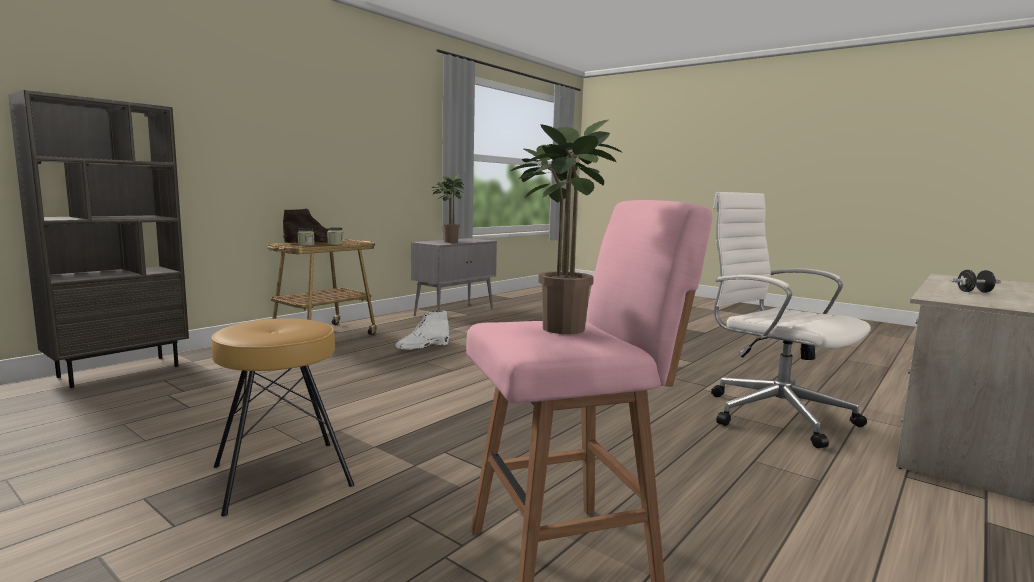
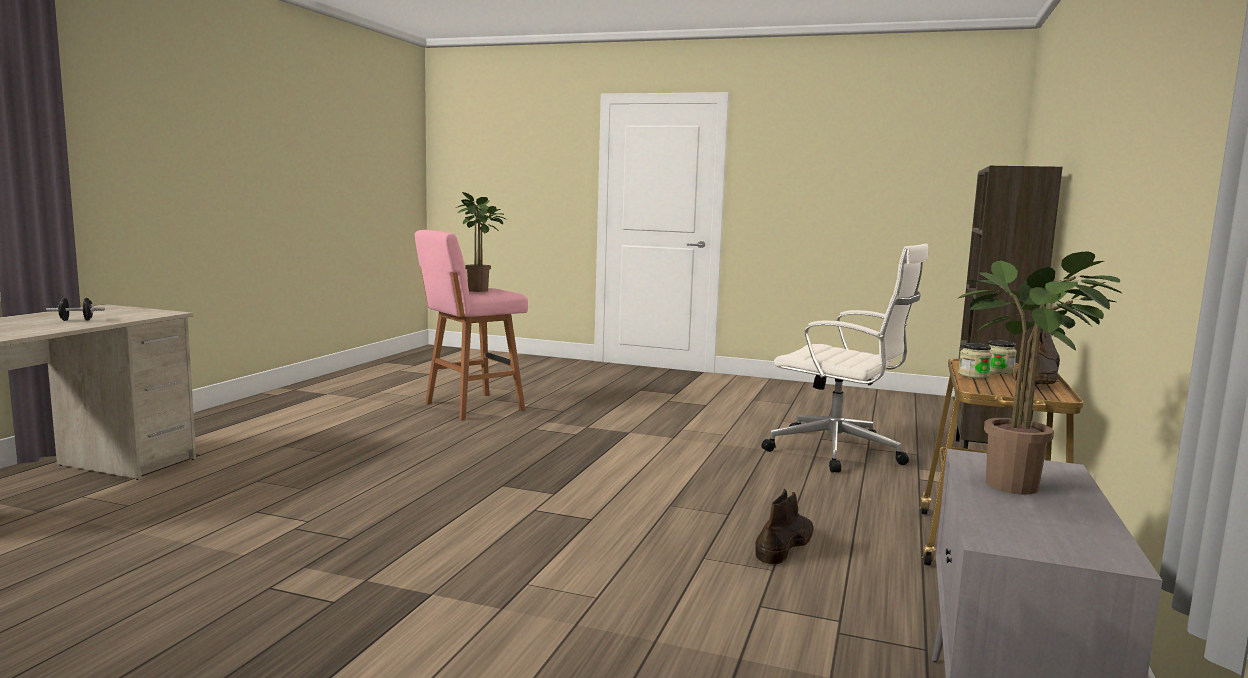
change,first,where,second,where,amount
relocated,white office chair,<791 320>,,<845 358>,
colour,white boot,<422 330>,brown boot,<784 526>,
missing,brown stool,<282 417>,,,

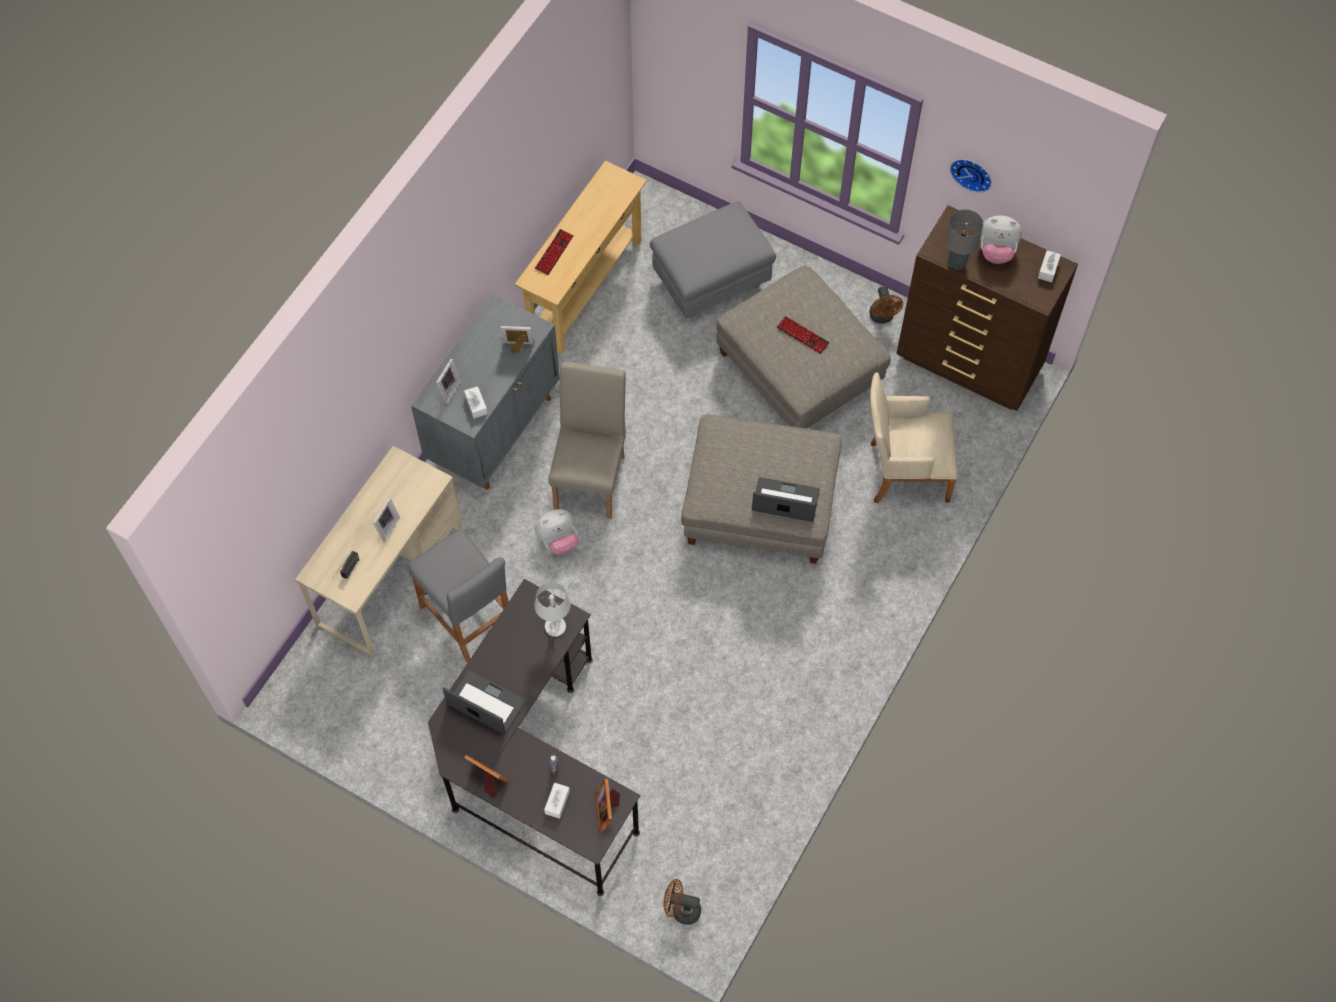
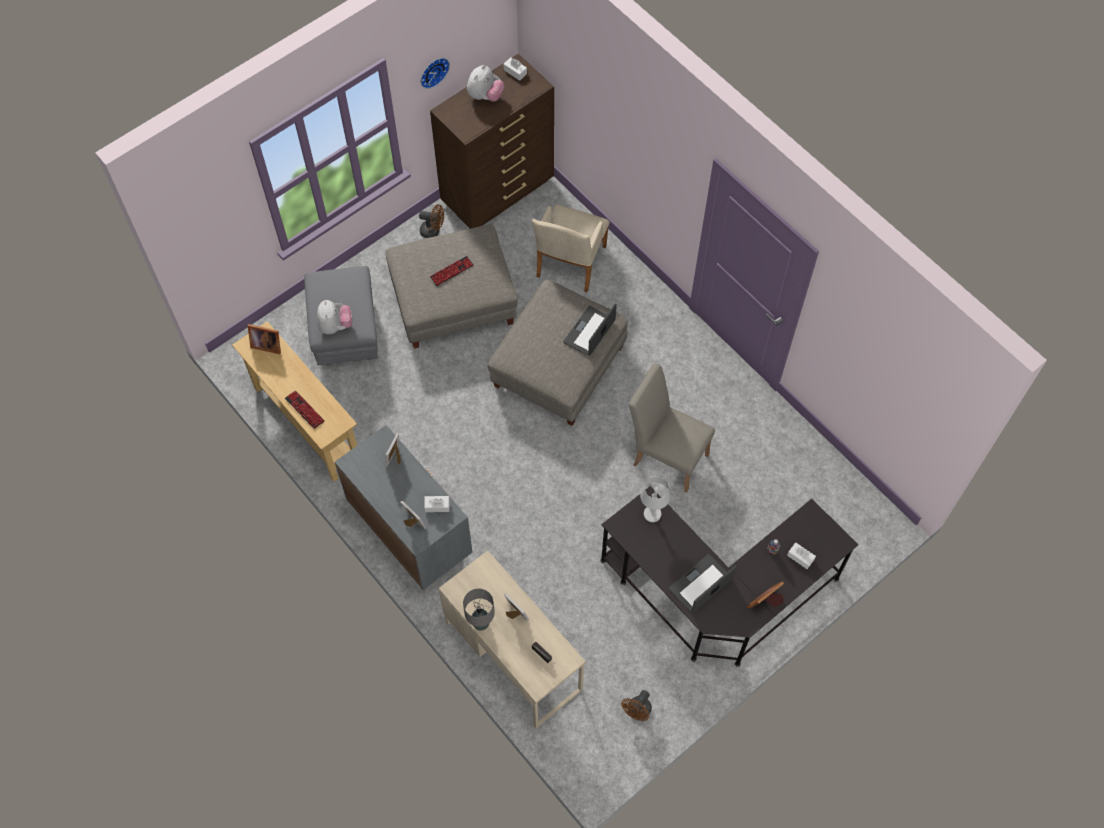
change,first,where,second,where,amount
relocated,grey table lamp,<964 239>,,<479 610>,
relocated,beige chair,<587 440>,,<672 428>,
relocated,plush toy,<556 532>,,<334 317>,
missing,grey stool,<458 596>,,,
relocated,picture frame,<607 806>,,<264 339>,
relocated,brown fan,<682 902>,,<636 705>,

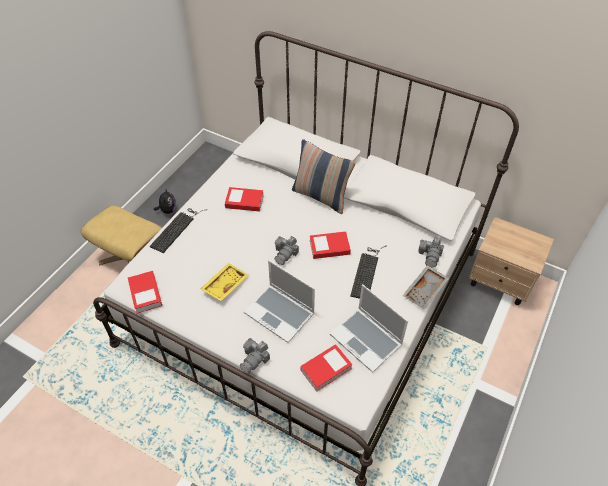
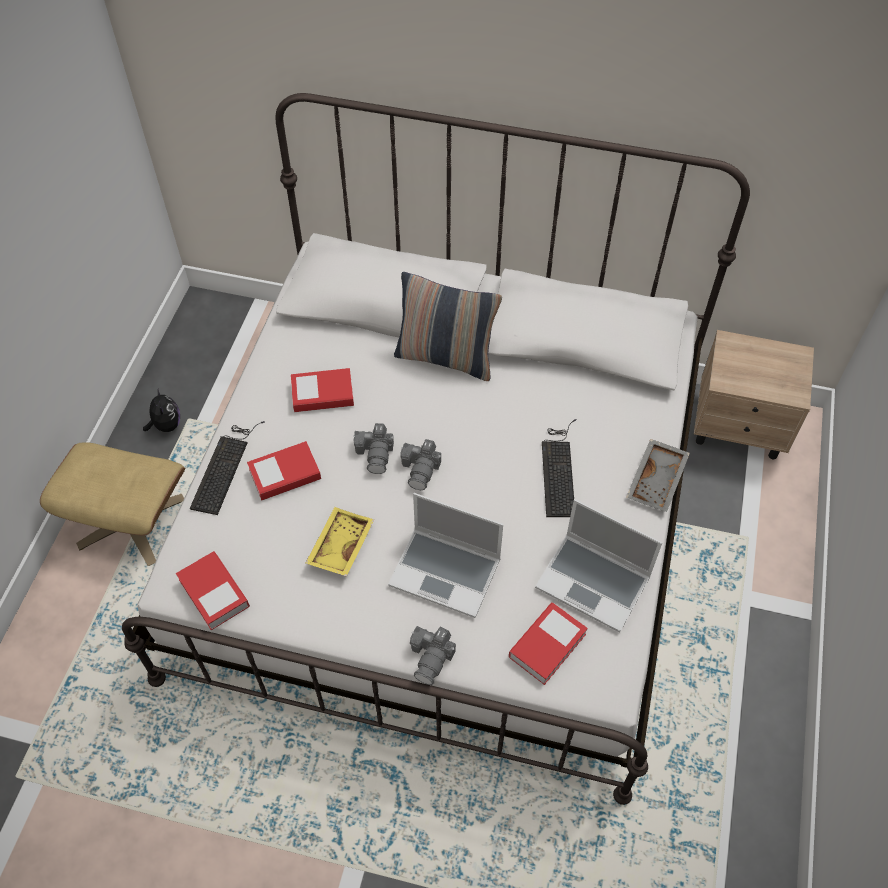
change,first,where,second,where,amount
relocated,book,<330 245>,,<284 471>,
relocated,photo camera,<431 252>,,<373 448>,

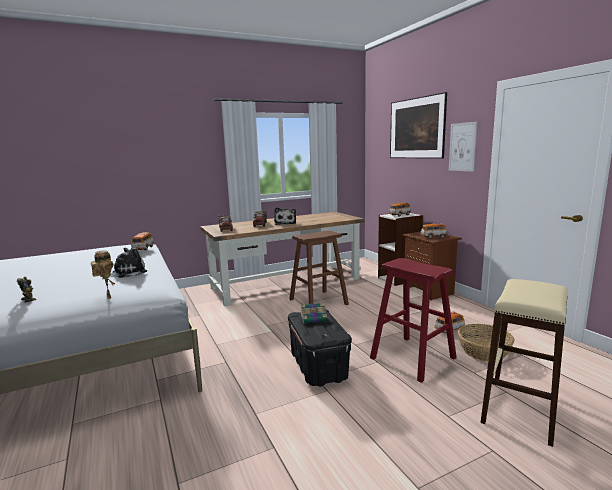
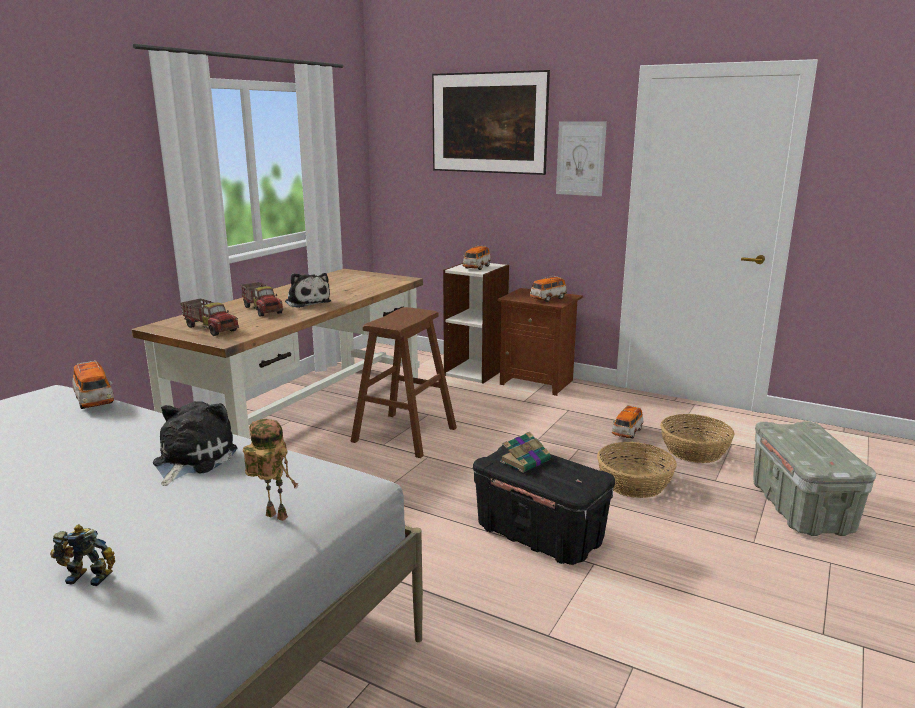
change,first,where,second,where,amount
exchanged,red stool,<413 320>,basket,<637 470>,
exchanged,beige stool,<524 363>,grey storage box,<814 478>,

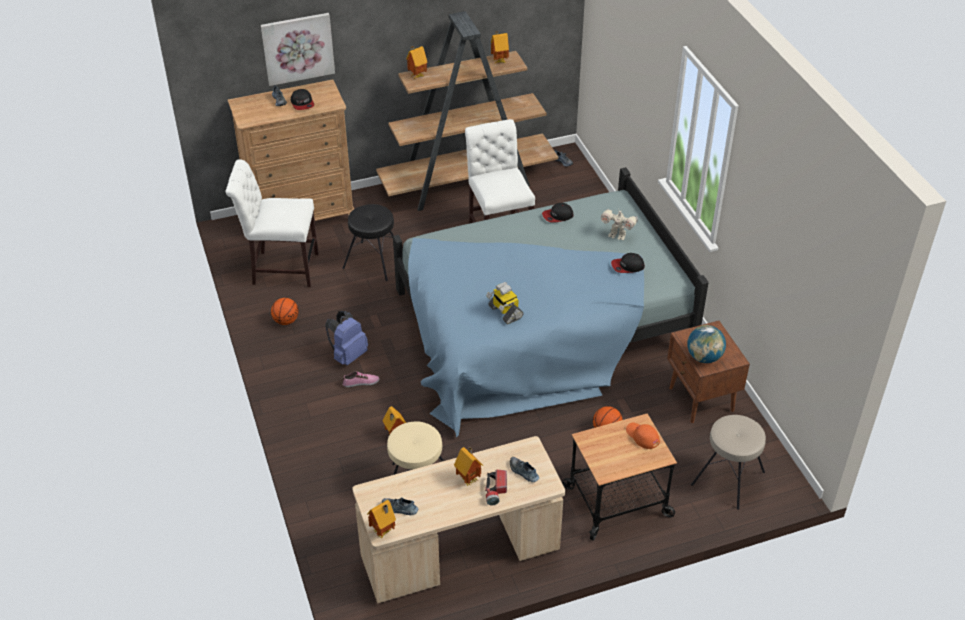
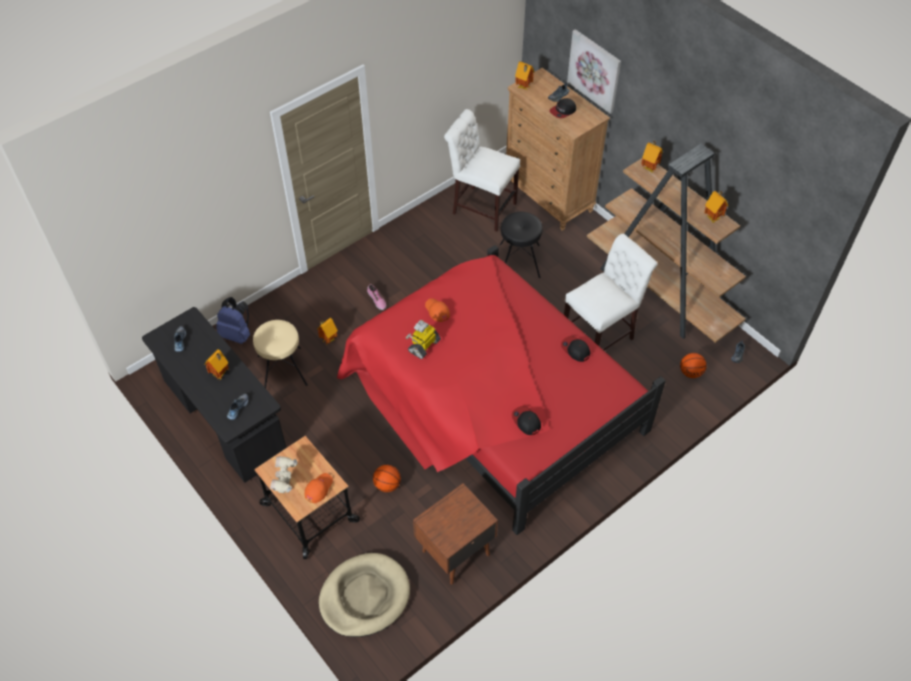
change,first,where,second,where,amount
spun,white chair,<272 223>,,<482 170>,45 degrees counterclockwise
colour,blue bed,<551 302>,red bed,<501 390>,
relocated,toy robot,<619 224>,,<283 474>,
relocated,basketball,<285 311>,,<693 365>,
relocated,blue backpack,<346 338>,,<233 320>,
missing,globe,<706 344>,,,
exchanged,beige stool,<728 462>,beige dog bed,<364 595>,
colour,beige desk,<458 520>,black desk,<214 395>,
missing,flashlight,<496 487>,,,
relocated,toy house,<381 519>,,<524 76>,
appeared,,,orange cap,<437 310>,

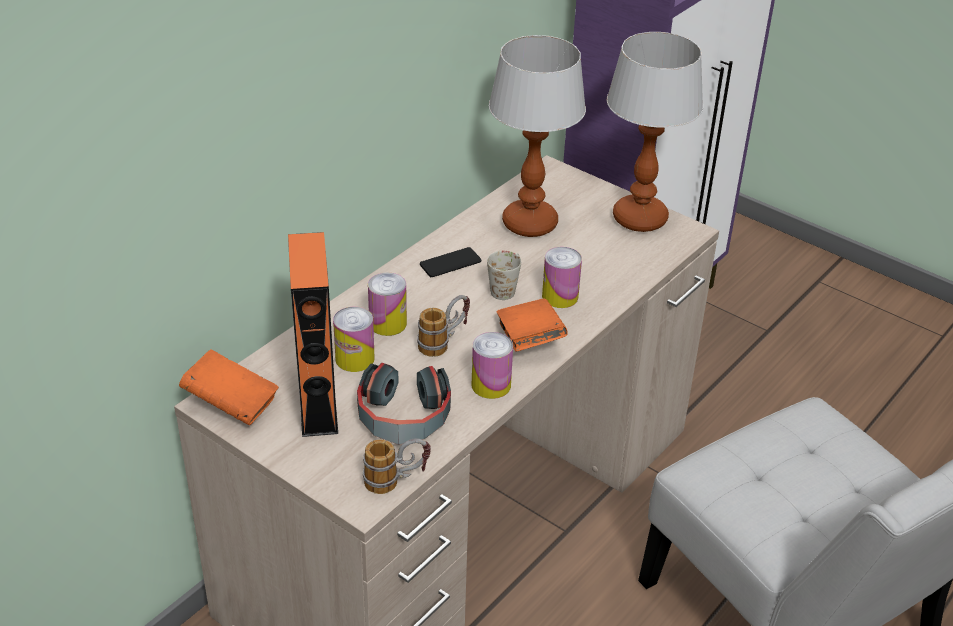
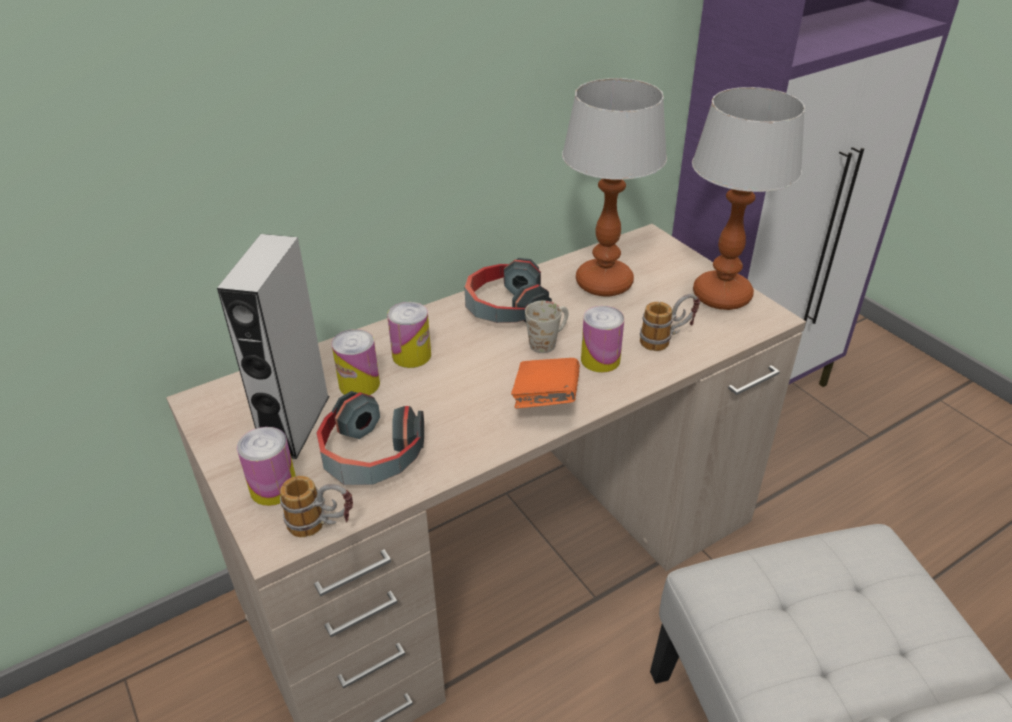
change,first,where,second,where,amount
colour,orange speaker,<313 334>,grey speaker,<273 346>,
exchanged,phone,<450 262>,headphones,<508 290>,
relocated,mug,<443 326>,,<670 322>,
relocated,can,<492 365>,,<266 466>,
missing,orange book,<229 387>,,,

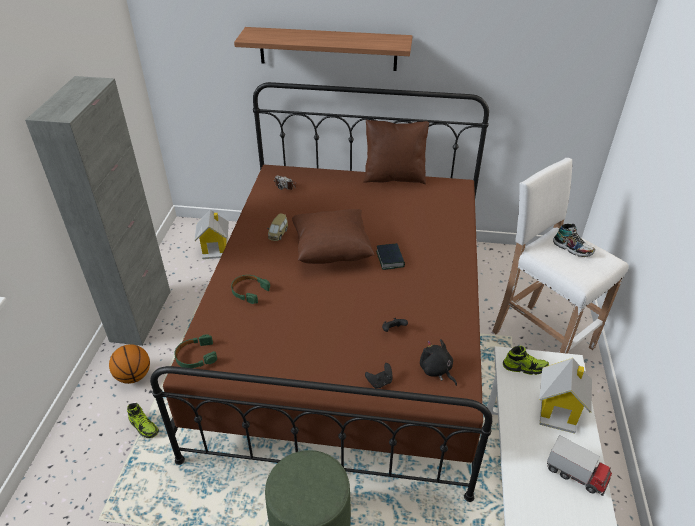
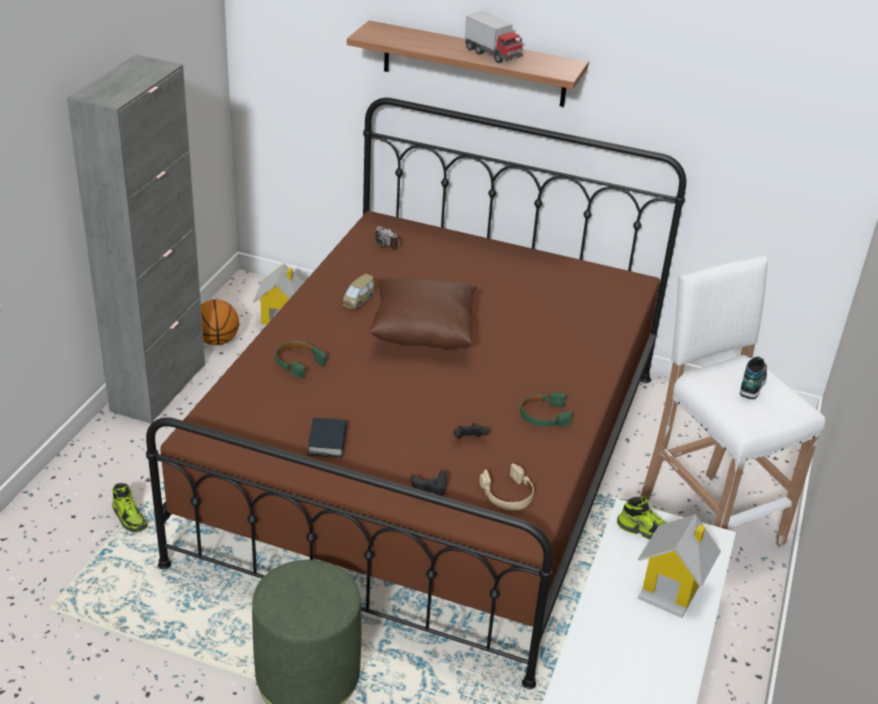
change,first,where,second,where,amount
missing,brown pillow,<396 152>,,,
spun,shoe,<574 240>,,<753 378>,120 degrees counterclockwise
relocated,book,<390 256>,,<327 437>,
relocated,green headphones,<195 351>,,<546 409>,
exchanged,black plush toy,<438 362>,beige headphones,<507 486>,
relocated,basketball,<129 364>,,<220 322>,
relocated,toy truck,<579 465>,,<494 37>,

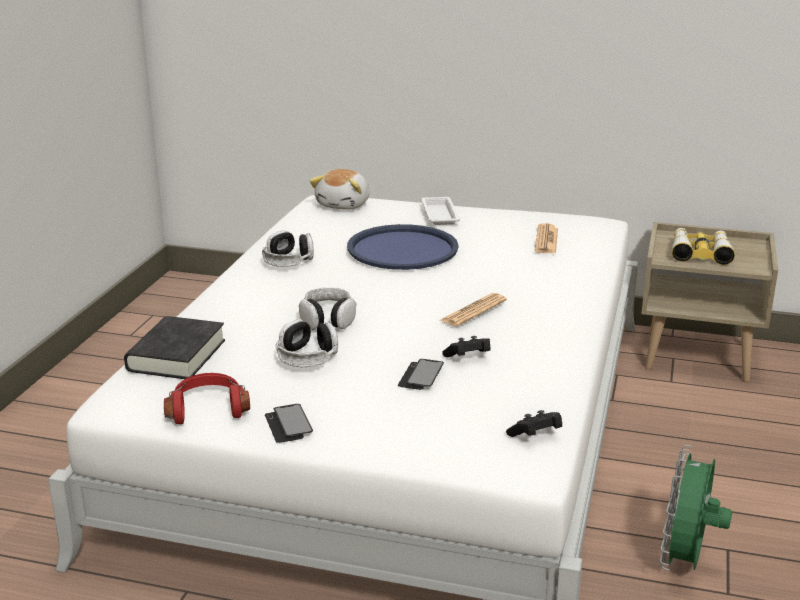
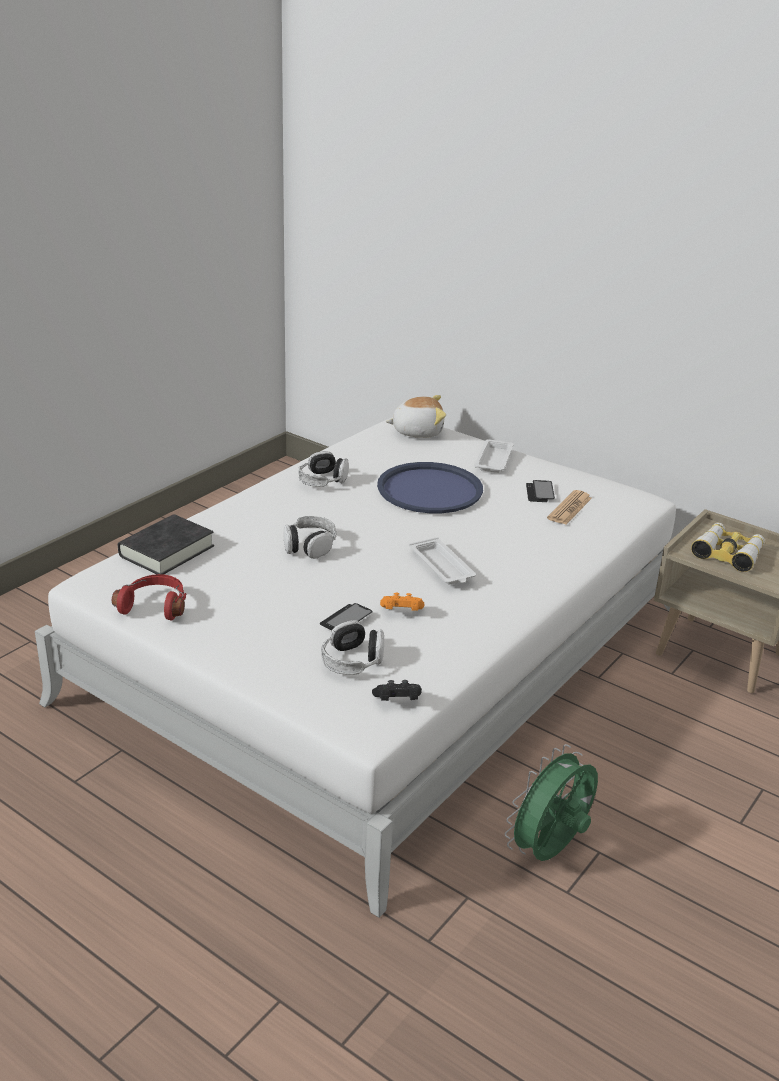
change,first,where,second,where,amount
spun,plush toy,<339 189>,,<415 416>,135 degrees counterclockwise
exchanged,newspaper,<474 310>,white tray,<442 561>,
relocated,headphones,<307 343>,,<352 647>,
colour,black game controller,<466 346>,orange game controller,<402 601>,
relocated,phone,<289 423>,,<540 491>,

